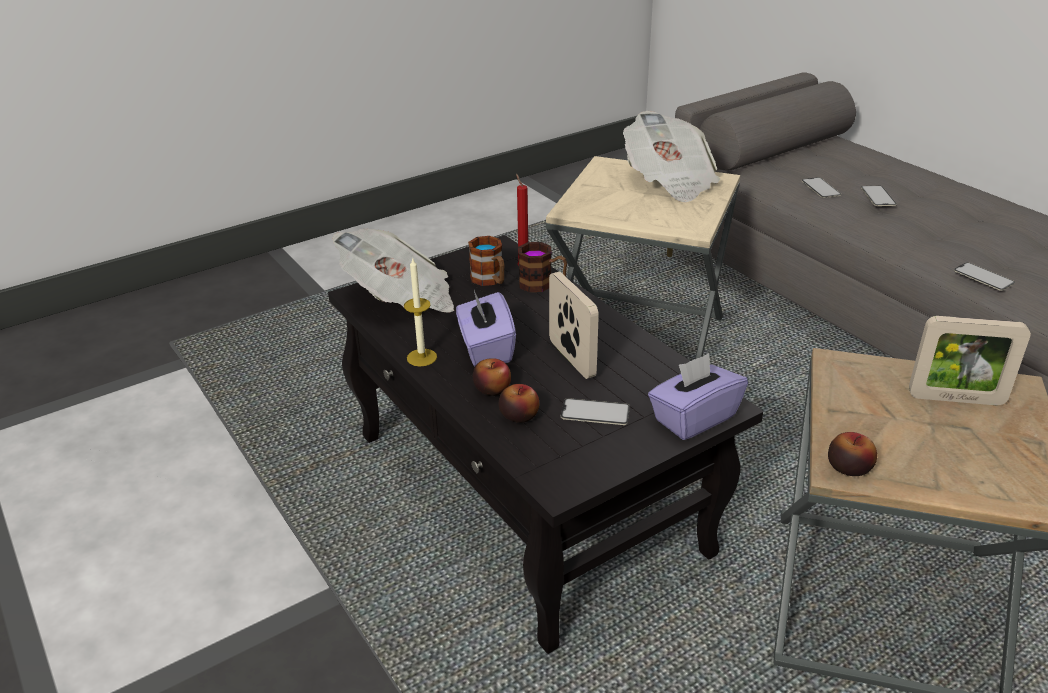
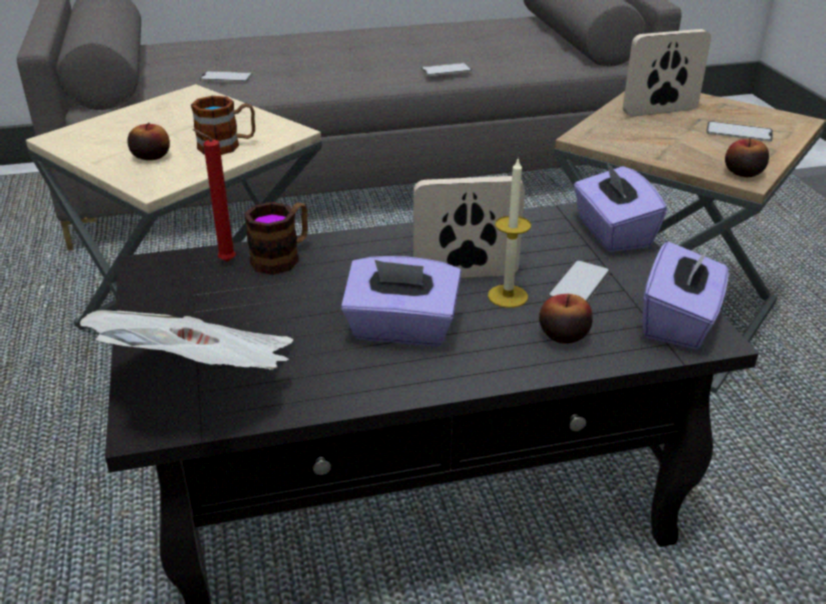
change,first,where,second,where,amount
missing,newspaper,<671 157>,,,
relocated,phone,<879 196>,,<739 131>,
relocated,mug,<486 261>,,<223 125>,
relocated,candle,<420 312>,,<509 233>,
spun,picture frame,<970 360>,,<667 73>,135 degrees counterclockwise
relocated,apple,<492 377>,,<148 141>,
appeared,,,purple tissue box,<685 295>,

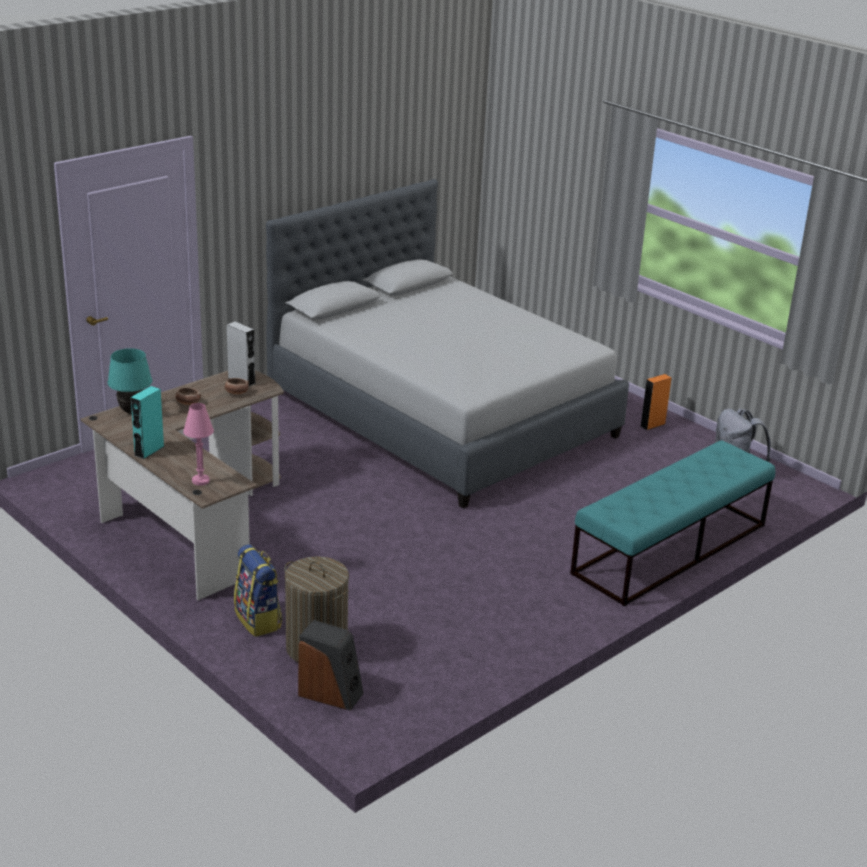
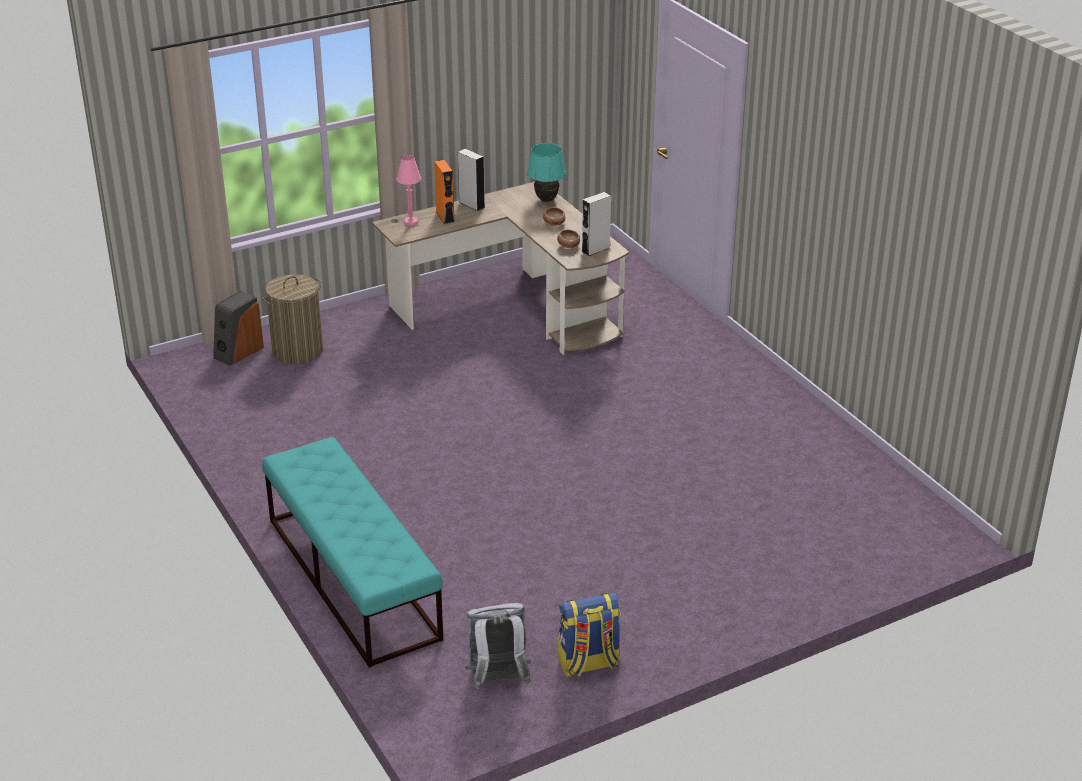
change,first,where,second,where,amount
missing,grey bed,<447 343>,,,
relocated,orange speaker,<656 402>,,<444 192>,
colour,turquoise speaker,<147 422>,grey speaker,<471 180>,
relocated,backpack,<258 590>,,<589 635>,

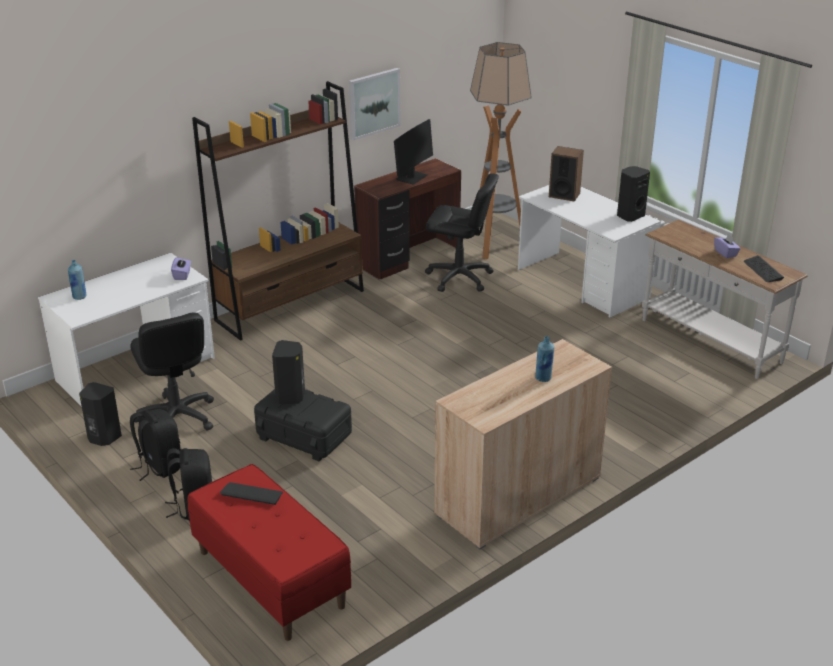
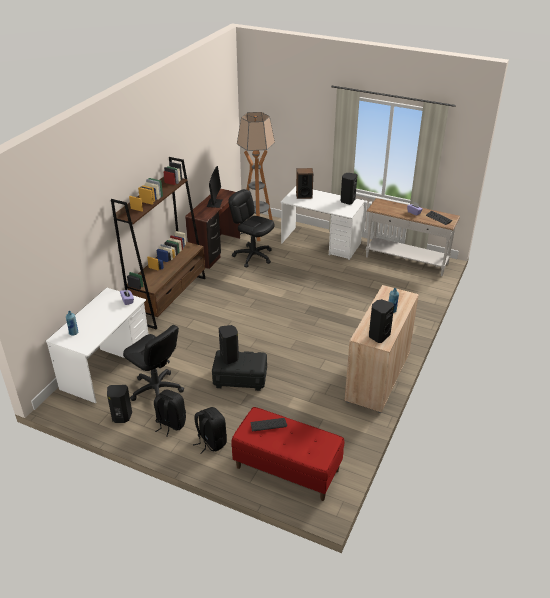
change,first,where,second,where,amount
missing,picture,<374 104>,,,
spun,black office chair,<462 232>,,<251 228>,135 degrees counterclockwise
appeared,,,black speaker,<381 321>,

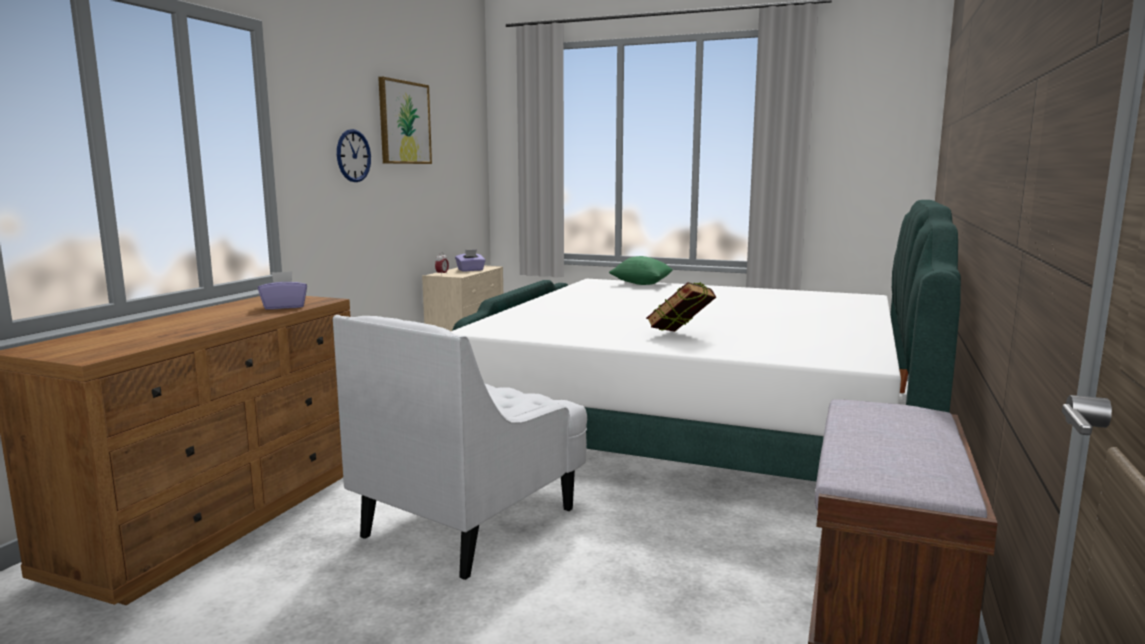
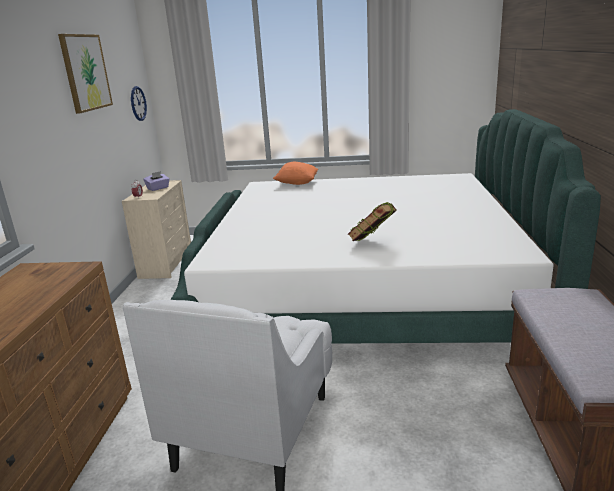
change,first,where,second,where,amount
relocated,wall clock,<354 155>,,<139 103>,
colour,green pillow,<641 270>,orange pillow,<295 173>,
missing,purple tissue box,<282 290>,,,

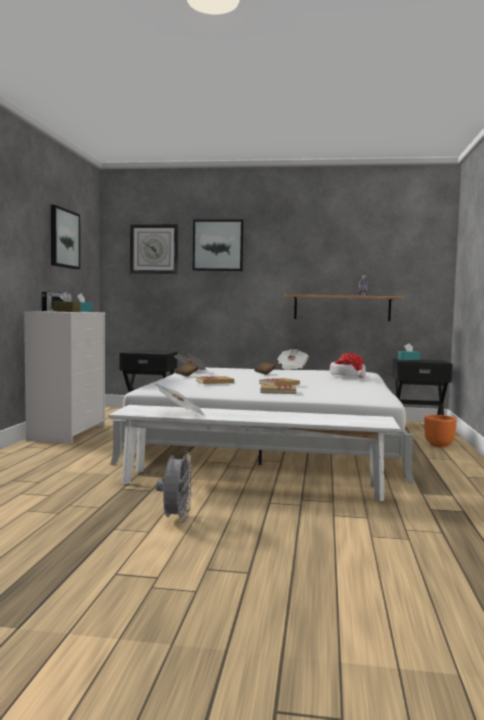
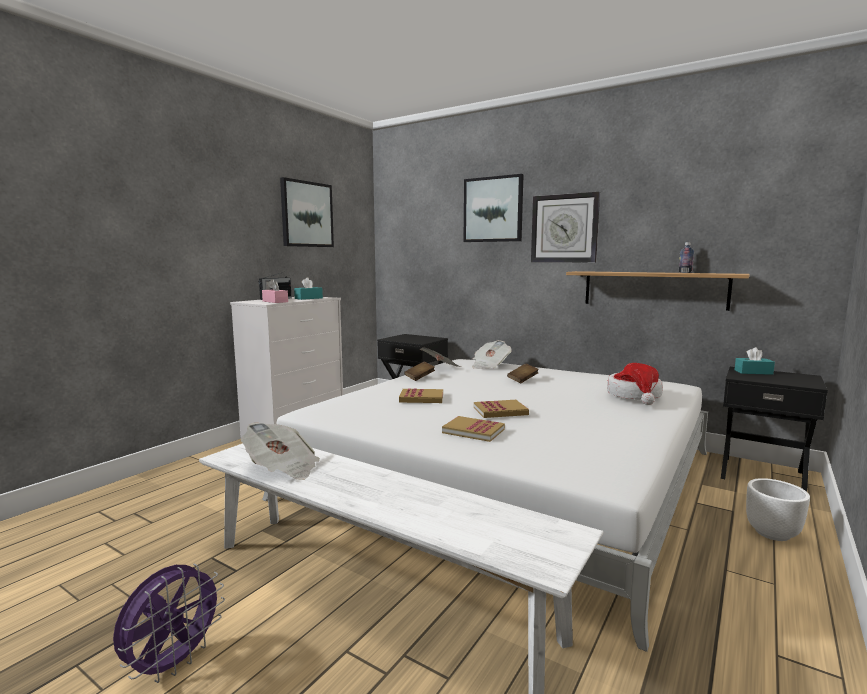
change,first,where,second,where,amount
relocated,wall clock,<154 249>,,<565 227>,
colour,brown tissue box,<67 302>,pink tissue box,<275 291>,
relocated,newspaper,<293 359>,,<492 354>,
colour,orange planter,<440 431>,white planter,<778 509>,
colour,grey fan,<175 487>,purple fan,<169 623>,

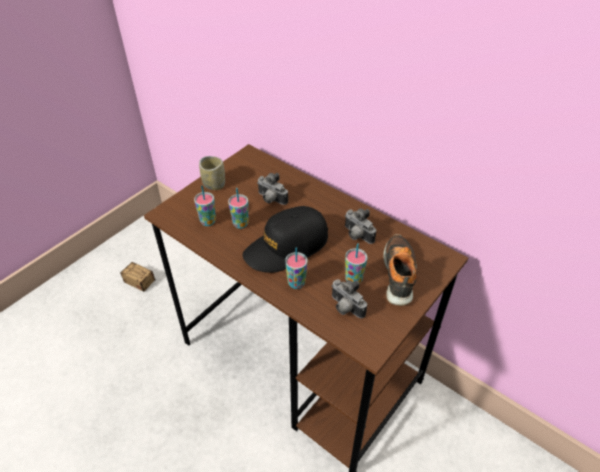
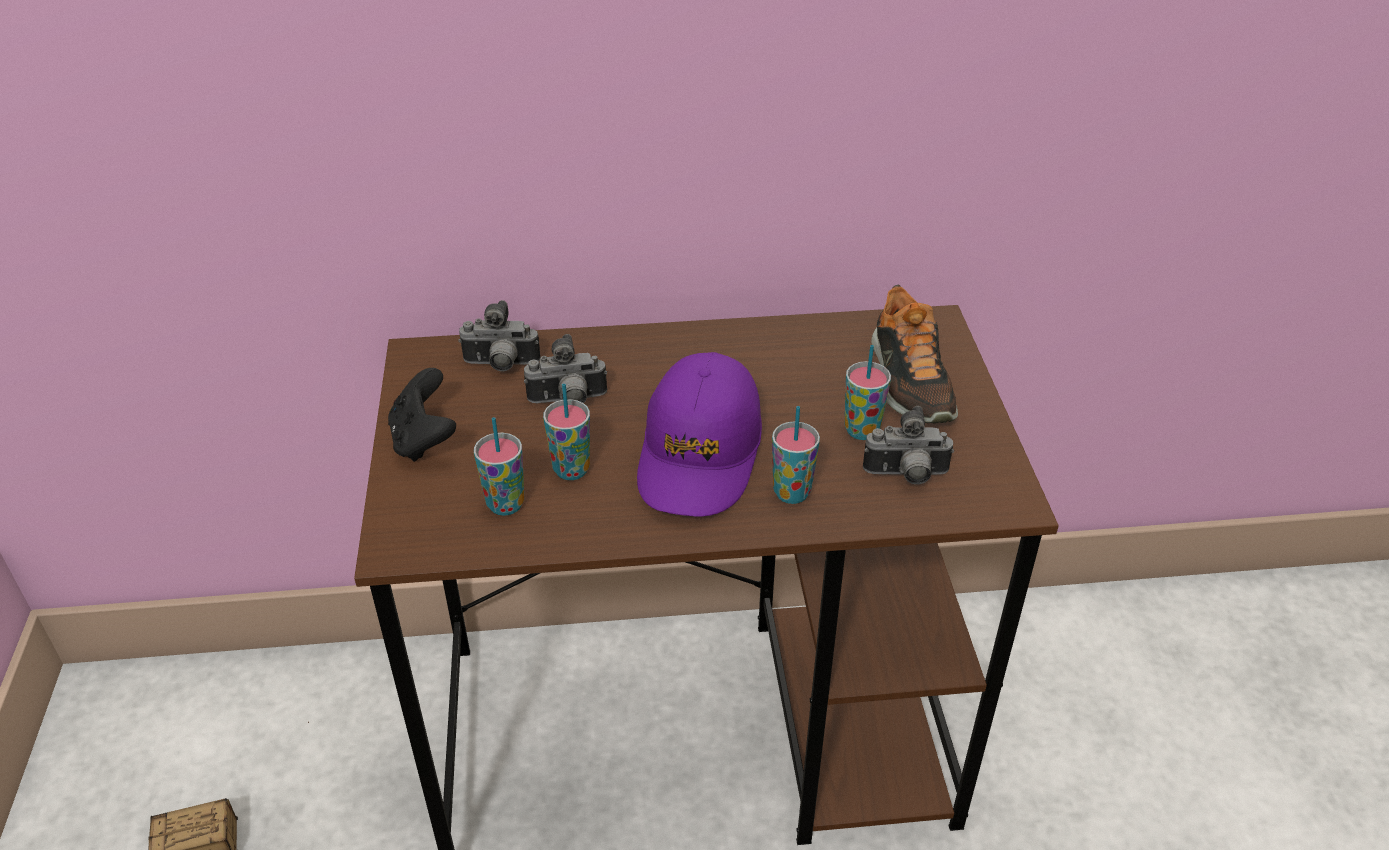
change,first,where,second,where,amount
exchanged,cup,<212 173>,black game controller,<422 415>,
colour,black cap,<285 239>,purple cap,<699 434>,
relocated,photo camera,<360 226>,,<499 335>,
spun,shoe,<400 270>,,<914 353>,150 degrees counterclockwise

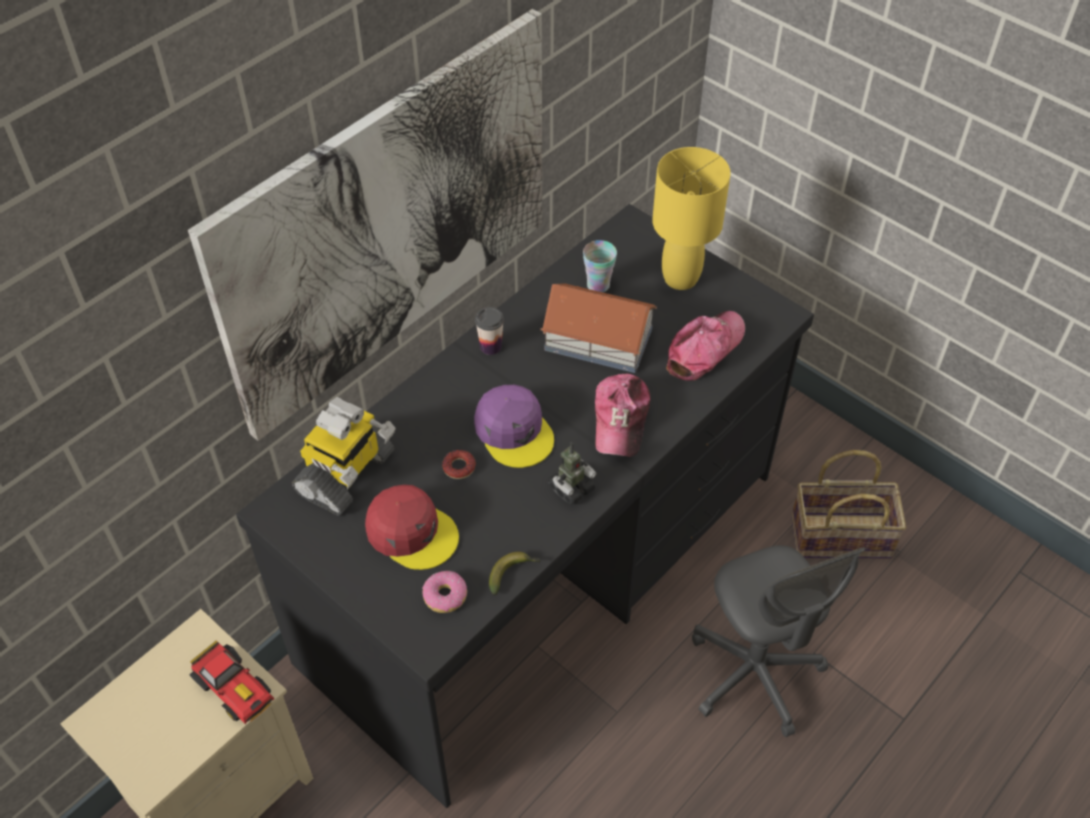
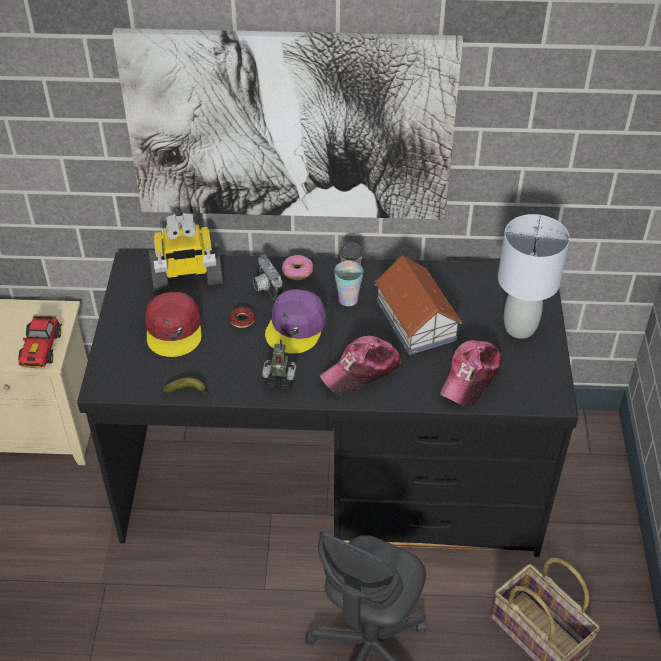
change,first,where,second,where,amount
colour,yellow table lamp,<691 218>,grey table lamp,<534 276>,
relocated,cup,<600 266>,,<348 283>,
spun,cap,<705 346>,,<471 373>,120 degrees clockwise
relocated,donut,<444 592>,,<297 267>,
appeared,,,photo camera,<268 277>,

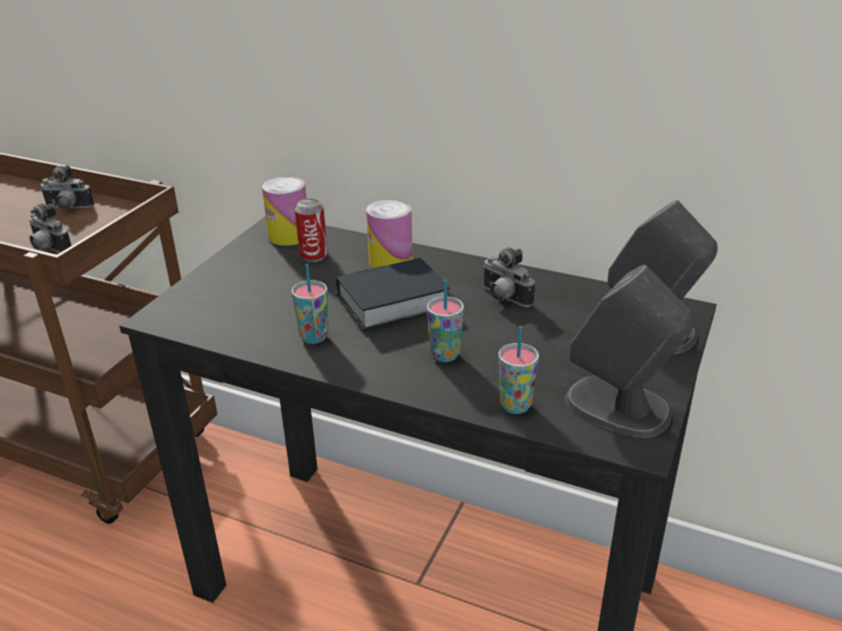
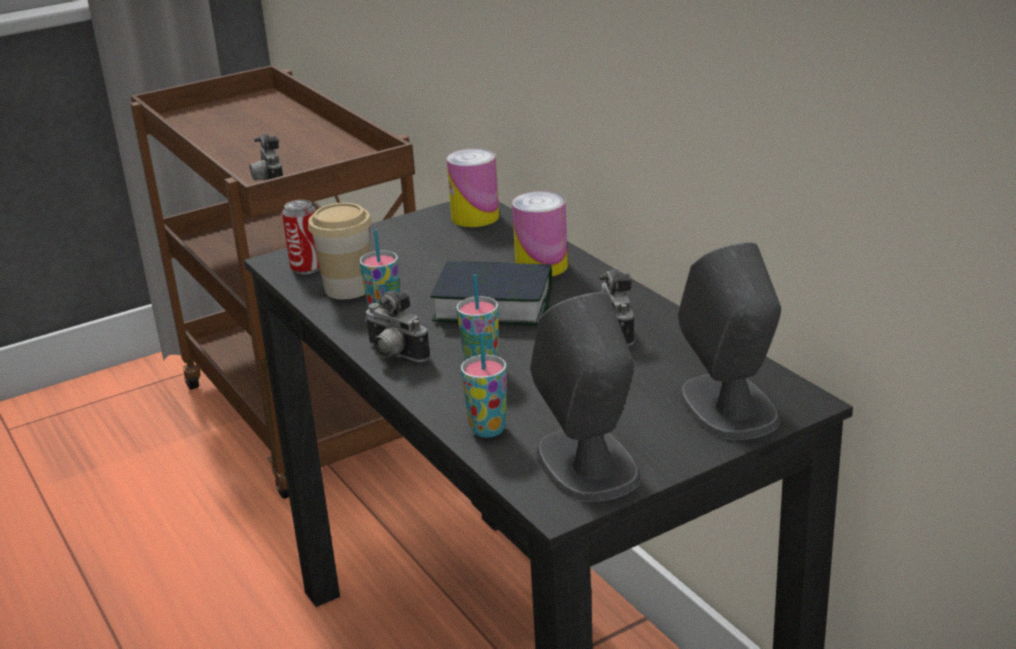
change,first,where,second,where,amount
relocated,photo camera,<67 187>,,<397 326>,
relocated,can,<311 230>,,<301 237>,
appeared,,,cup,<340 251>,

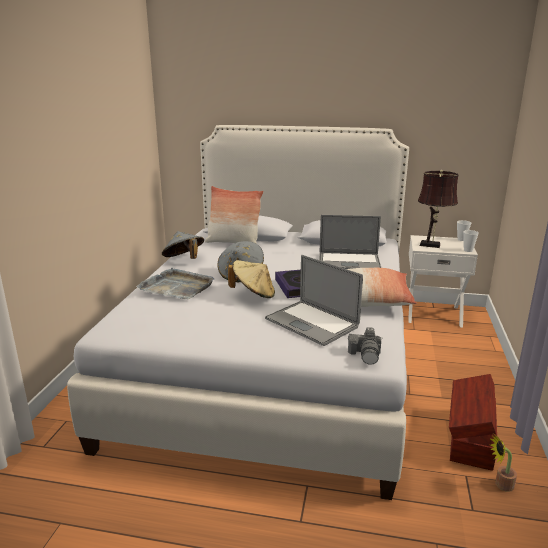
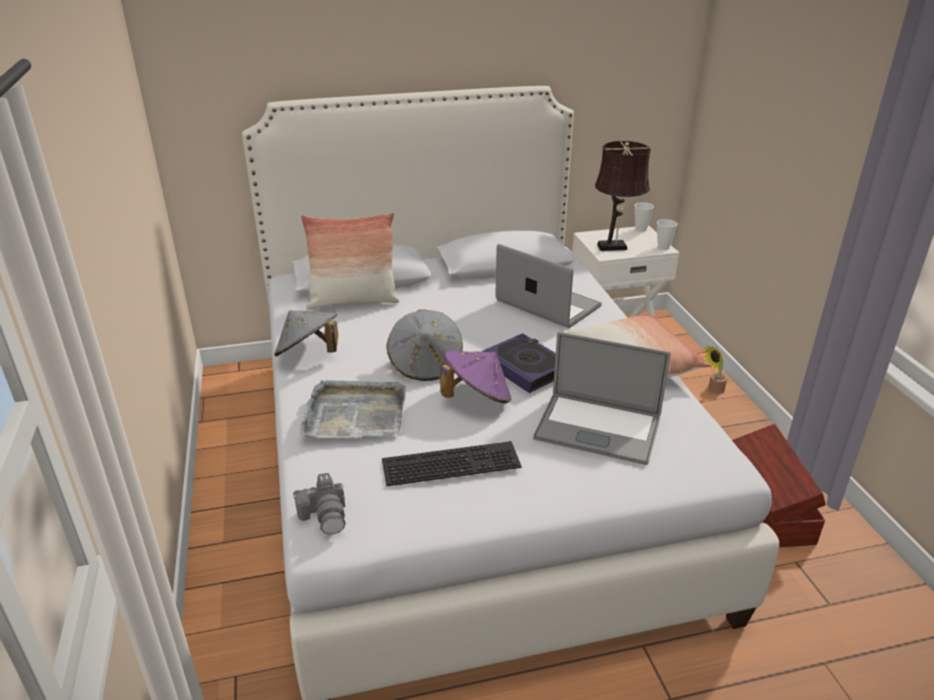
change,first,where,second,where,amount
spun,laptop,<350 242>,,<548 286>,120 degrees counterclockwise
colour,beige hat,<251 279>,purple hat,<475 377>,
relocated,photo camera,<365 345>,,<319 503>,
relocated,potted plant,<503 463>,,<715 370>,
appeared,,,keyboard,<452 464>,

